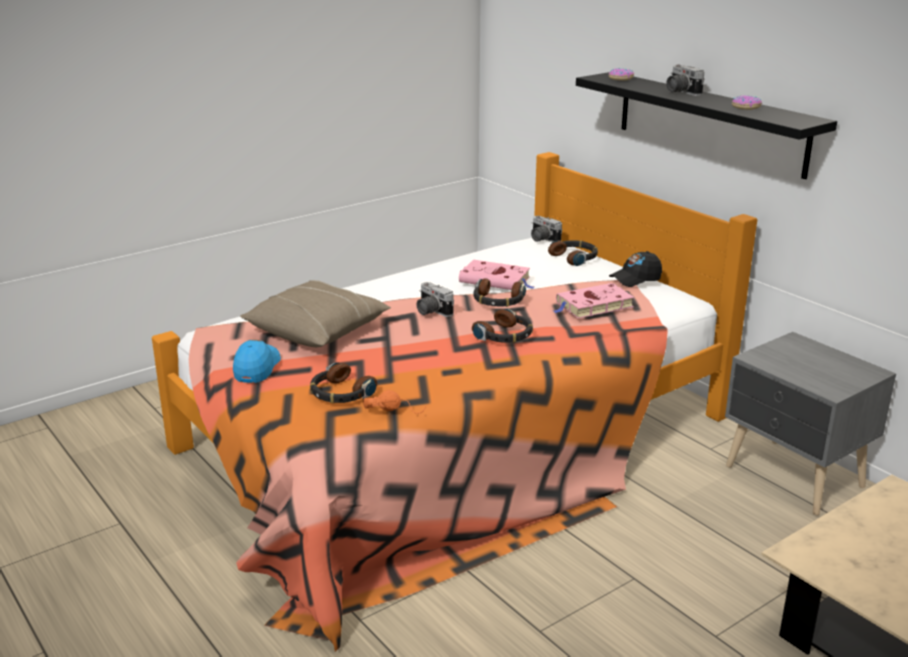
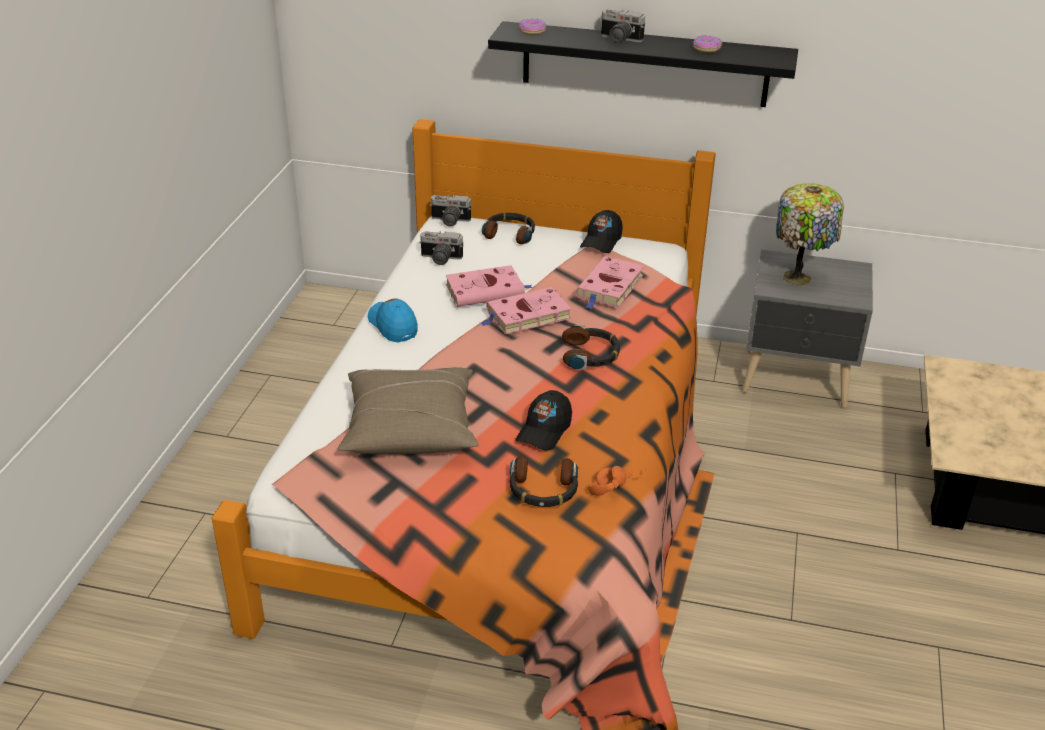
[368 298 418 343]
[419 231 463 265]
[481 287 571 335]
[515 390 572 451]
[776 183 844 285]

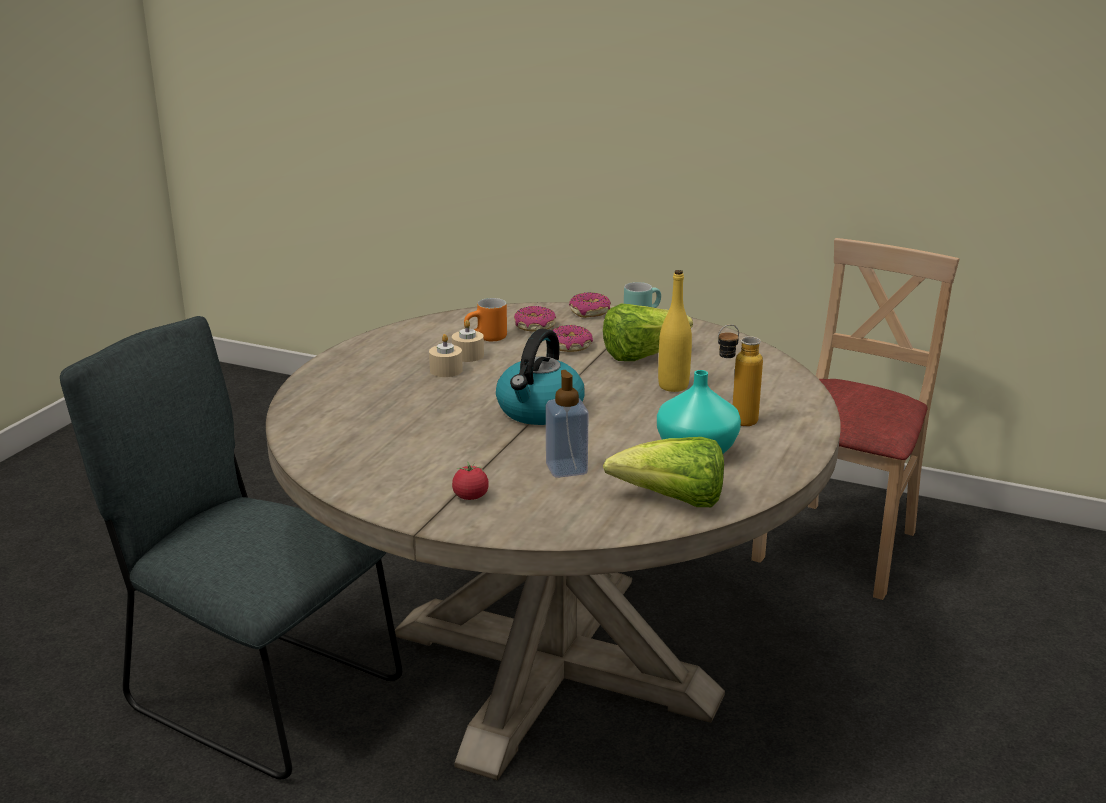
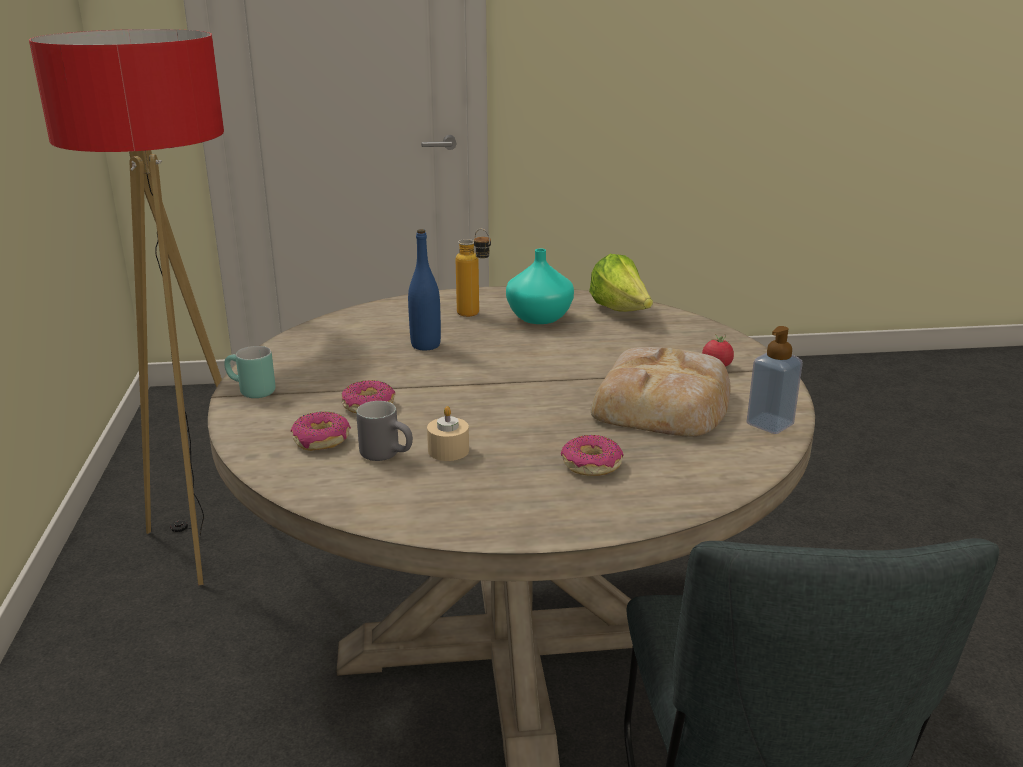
[29 29 224 585]
[356 401 413 461]
[408 229 441 350]
[561 435 624 476]
[591 347 731 437]
[747 326 803 434]
[429 334 463 377] (first image)
[496 329 585 425] (first image)
[603 304 693 361] (first image)

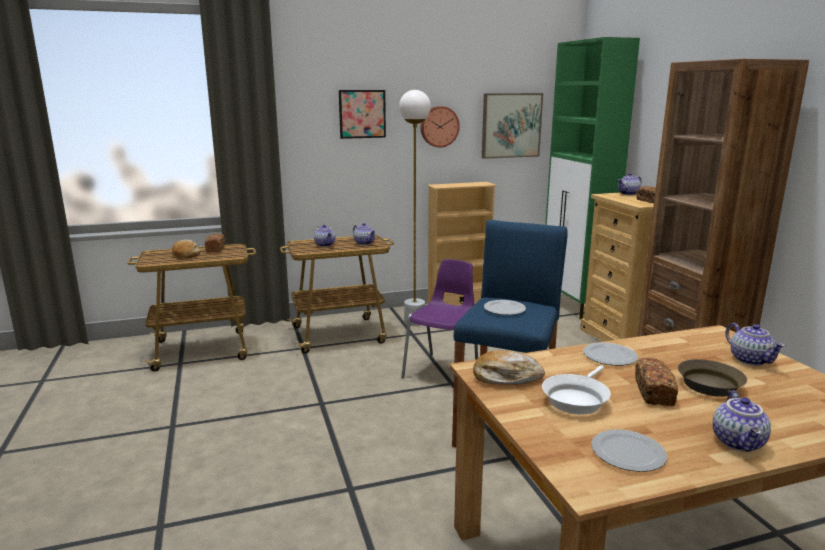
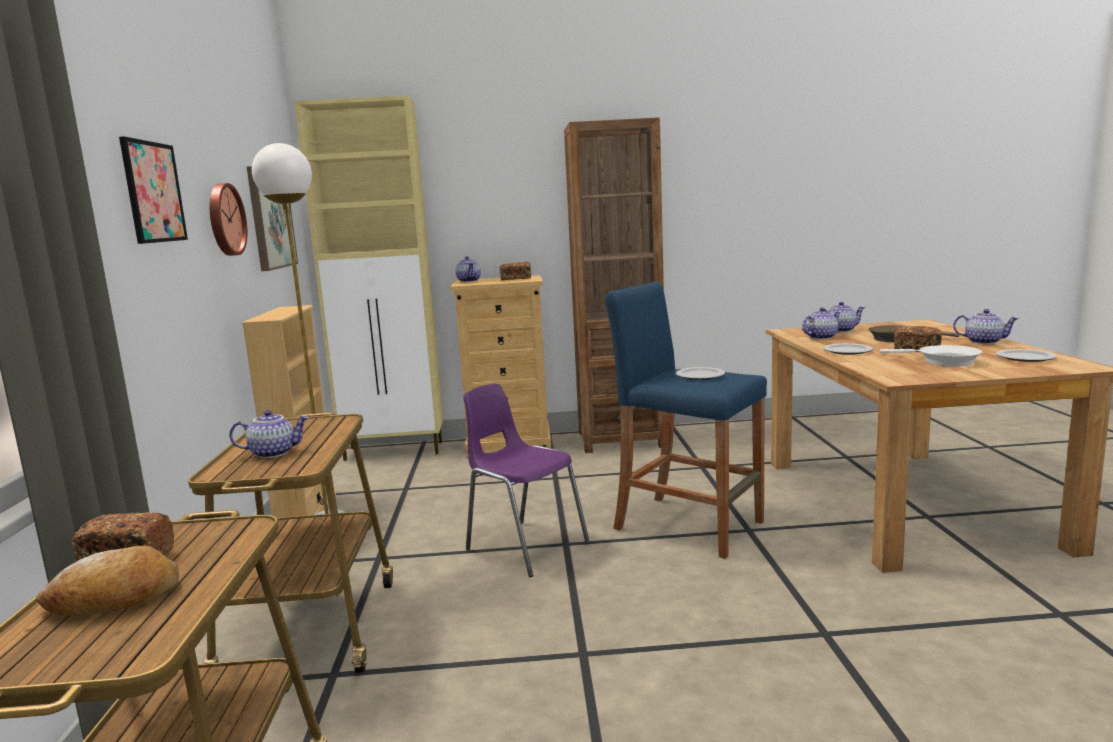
[294 95 443 461]
[802 307 841 339]
[473 350 545 385] (first image)

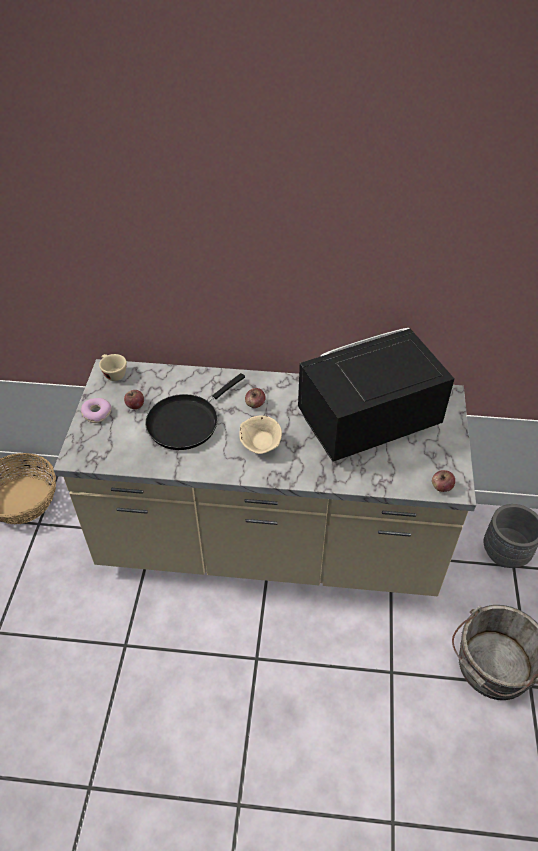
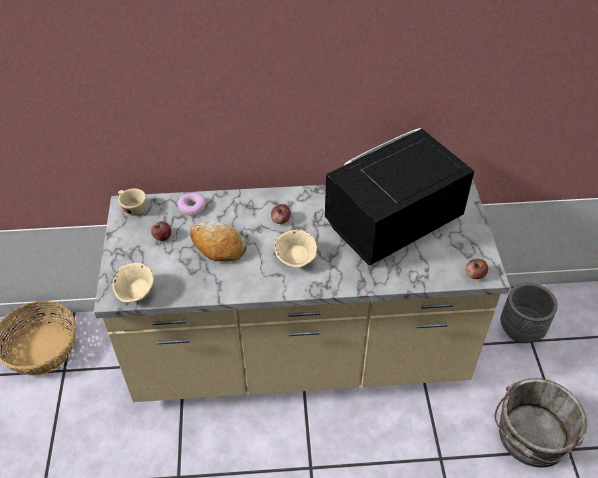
[112 263 154 302]
[177 192 206 216]
[190 221 247 262]

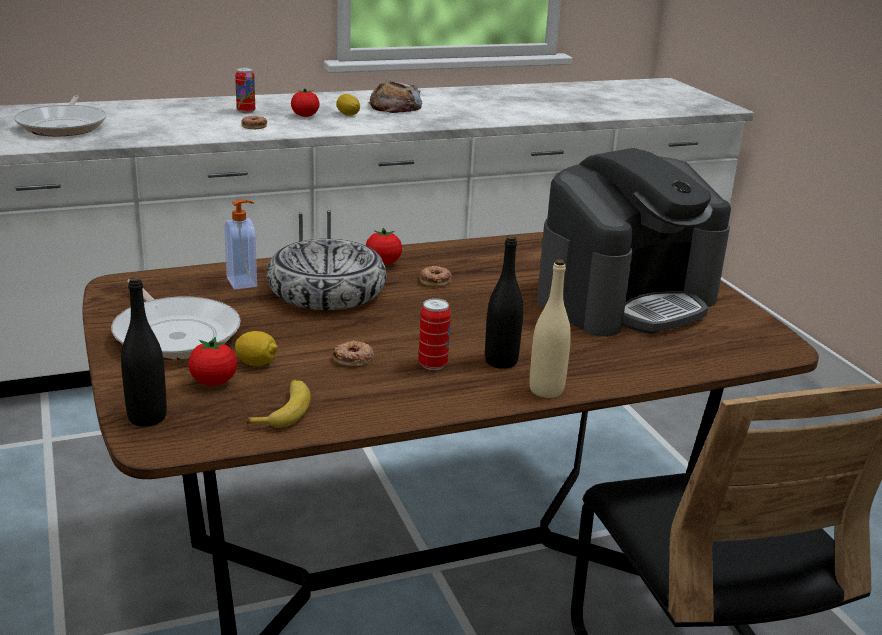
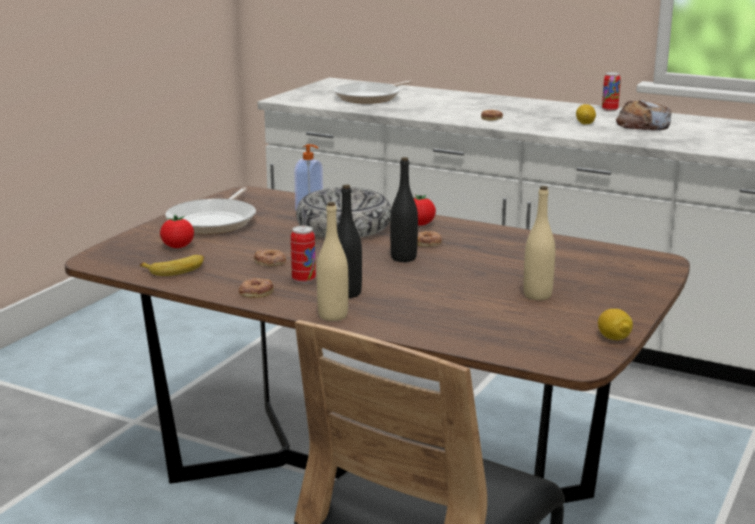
[239 277 274 298]
[390 157 418 262]
[524 186 555 300]
[598 309 633 340]
[602 72 621 112]
[291 88 319 117] (first image)

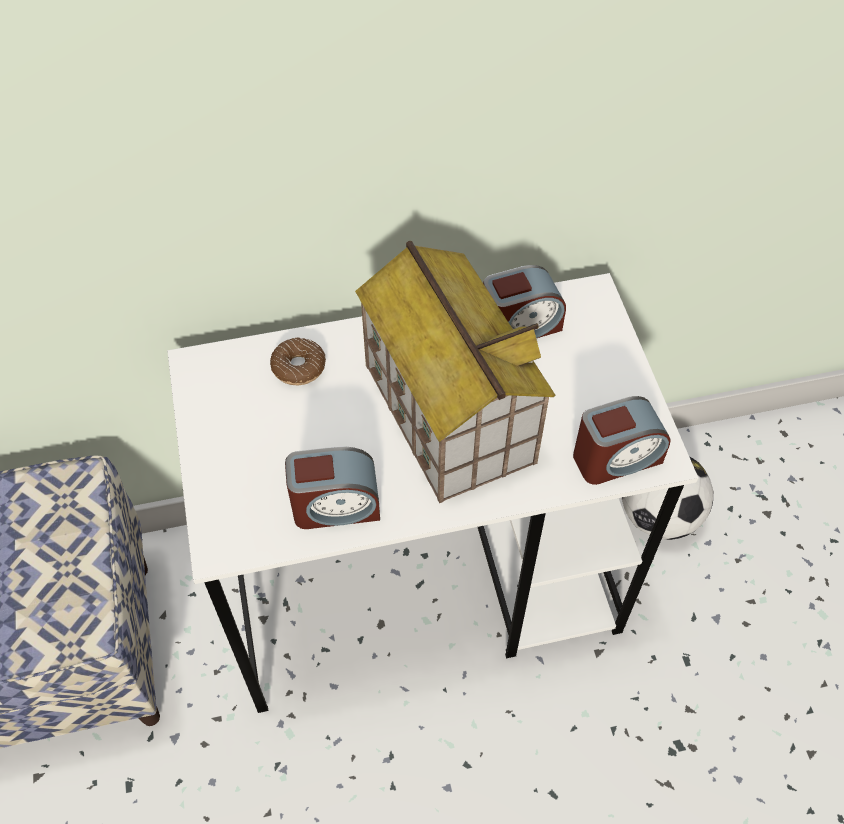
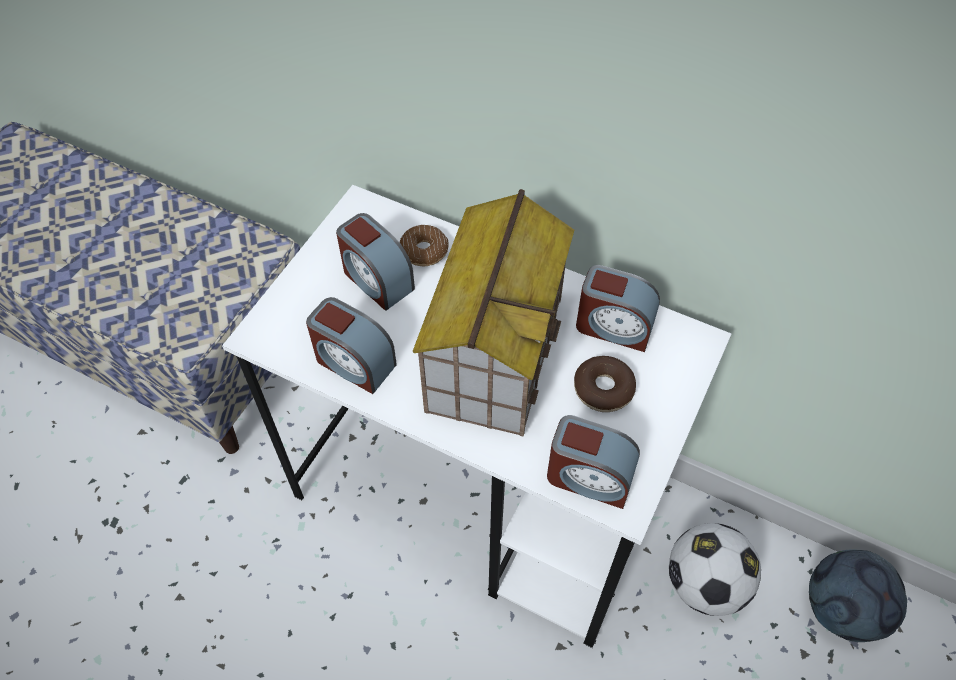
[336 213 415 311]
[574 356 636 412]
[809 550 907 642]

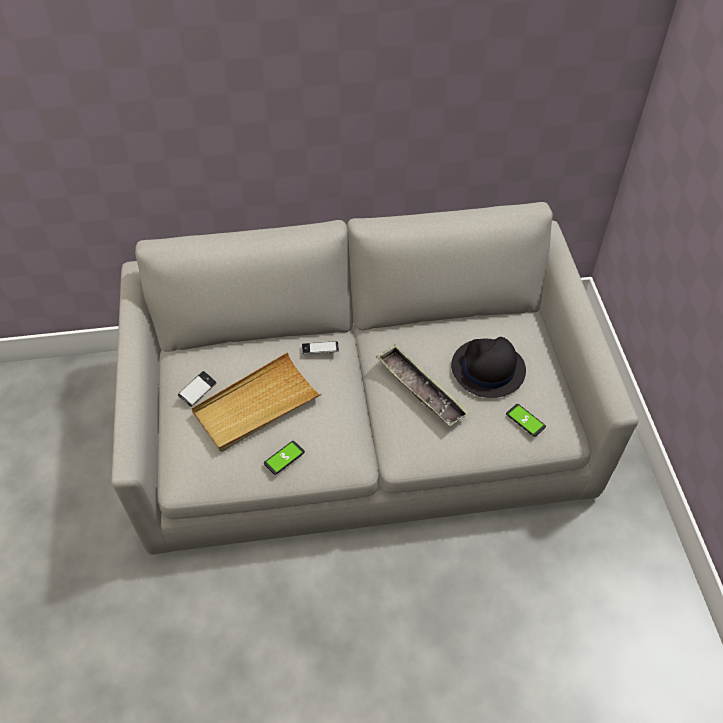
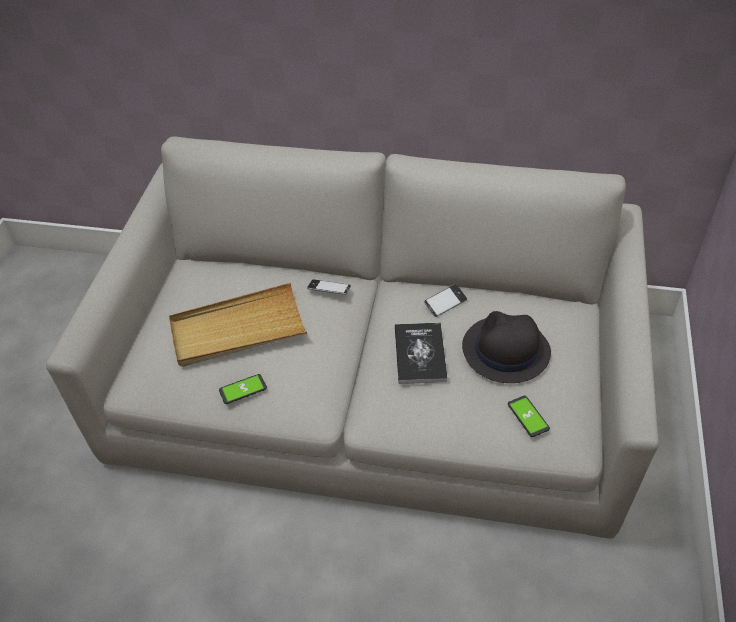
[395 322 448 384]
[424 284 467 317]

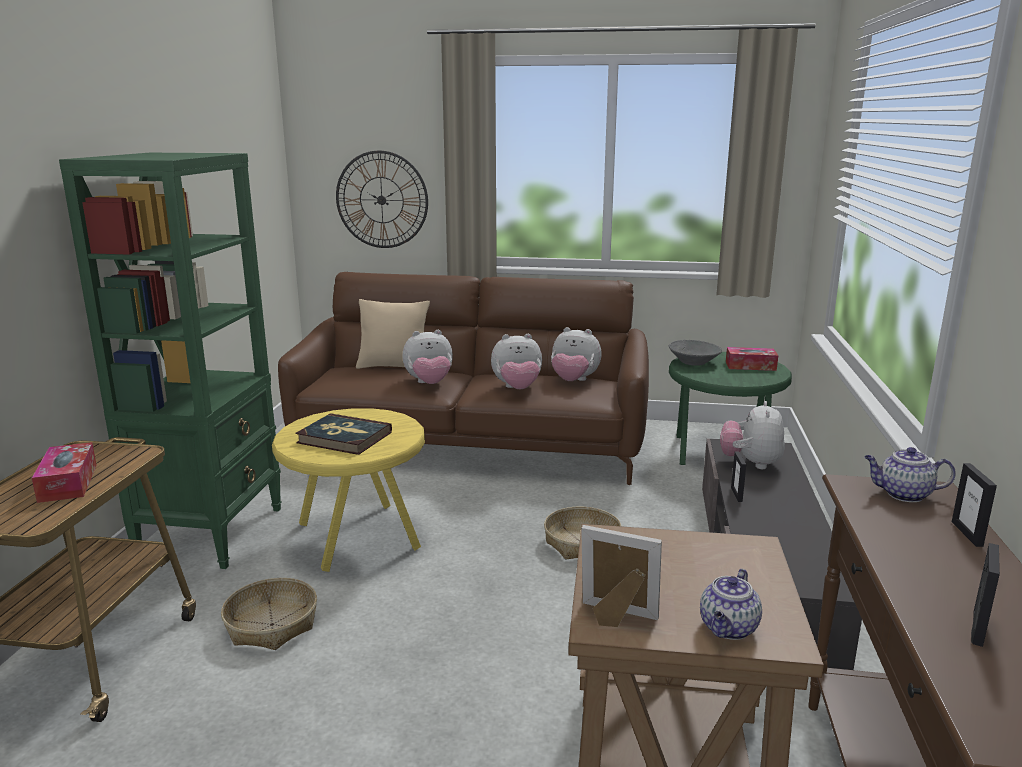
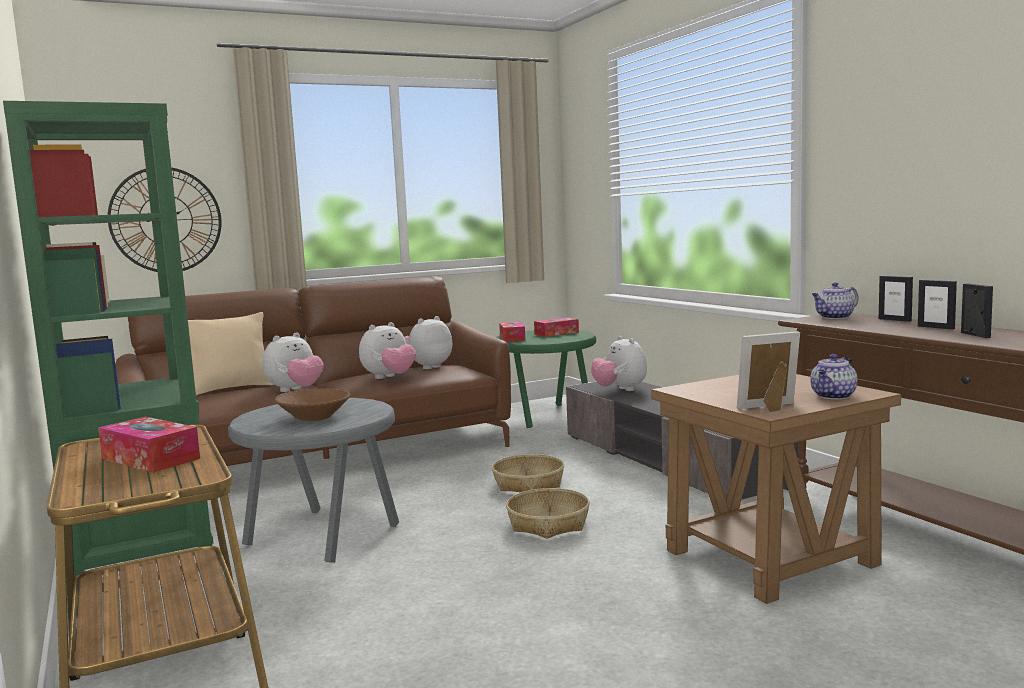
[228 398 399 563]
[275 388 350 421]
[404 316 452 369]
[499 321 526 342]
[506 488 590 539]
[810 354 858 399]
[918 280 957 329]

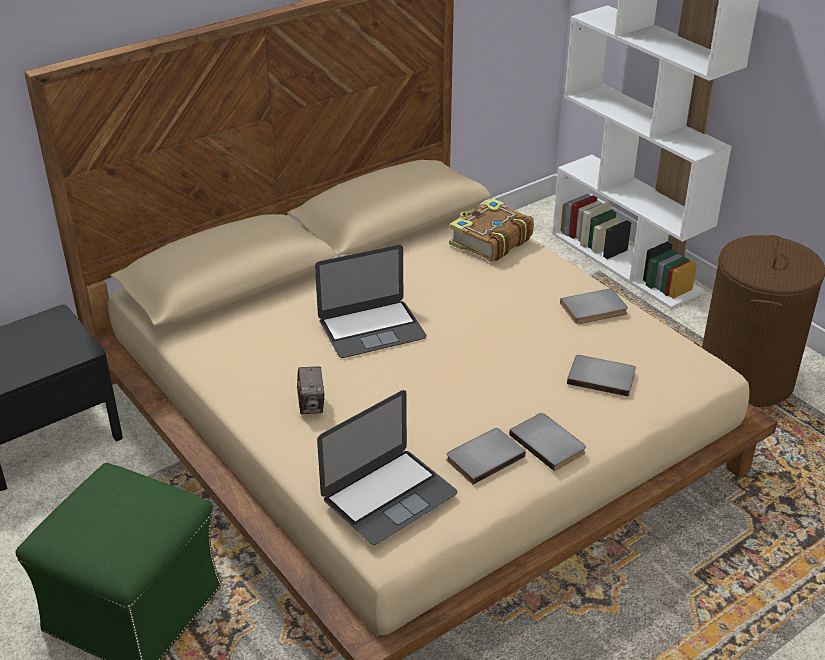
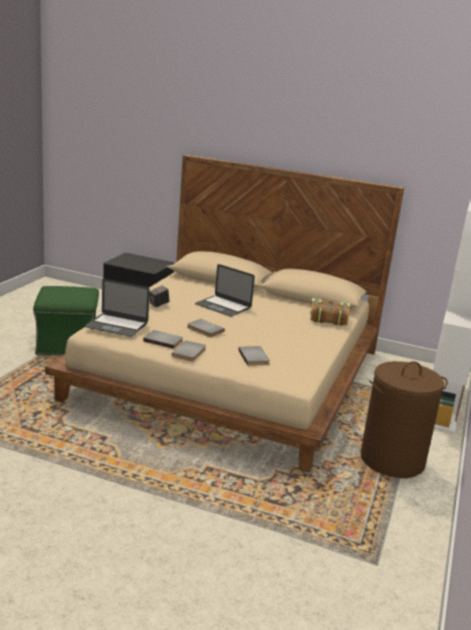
[187 319 225 337]

